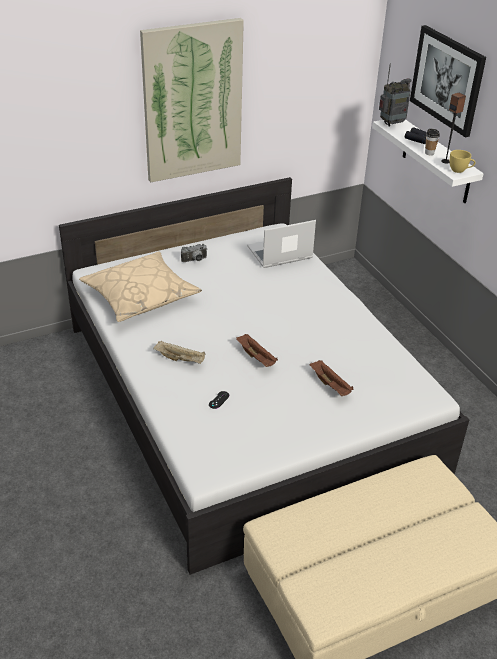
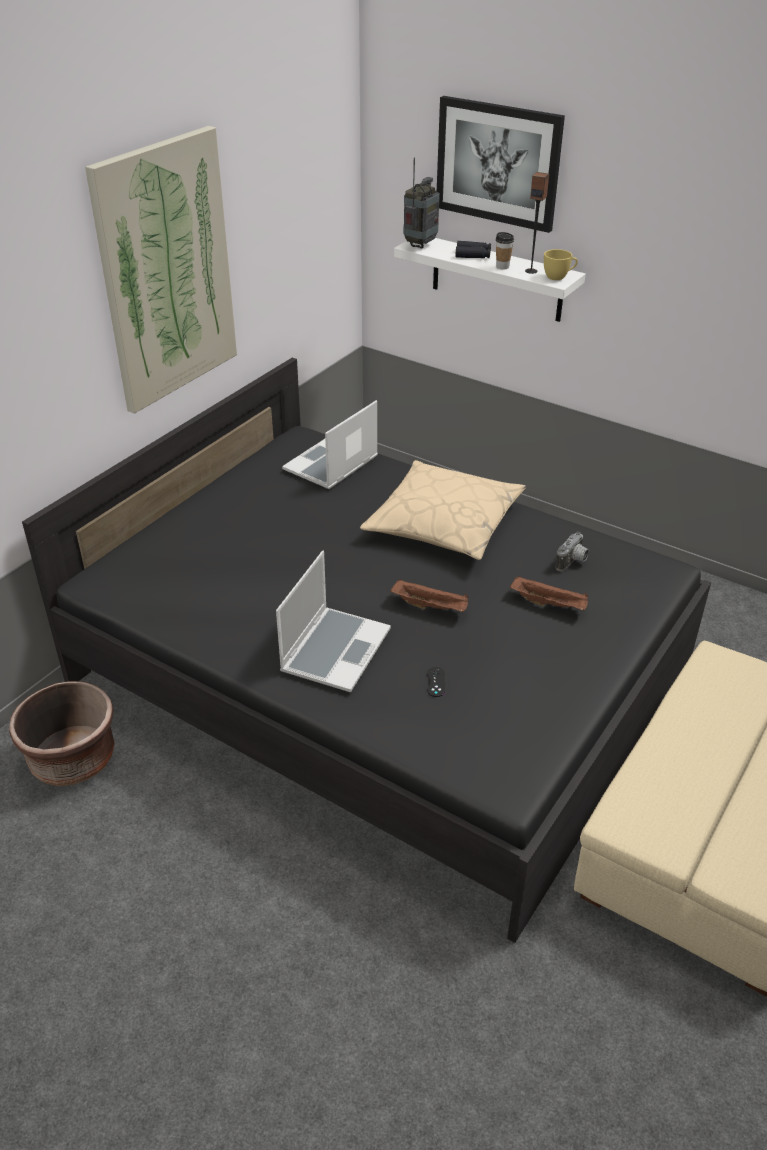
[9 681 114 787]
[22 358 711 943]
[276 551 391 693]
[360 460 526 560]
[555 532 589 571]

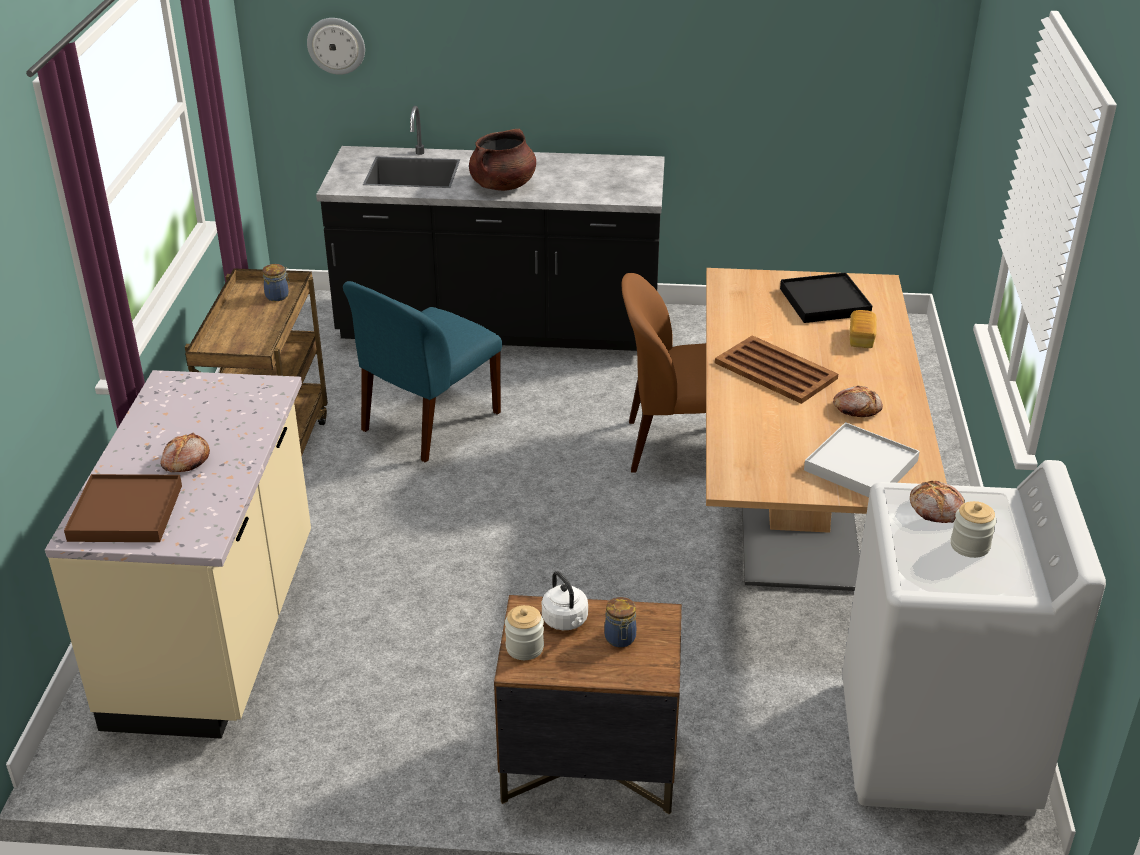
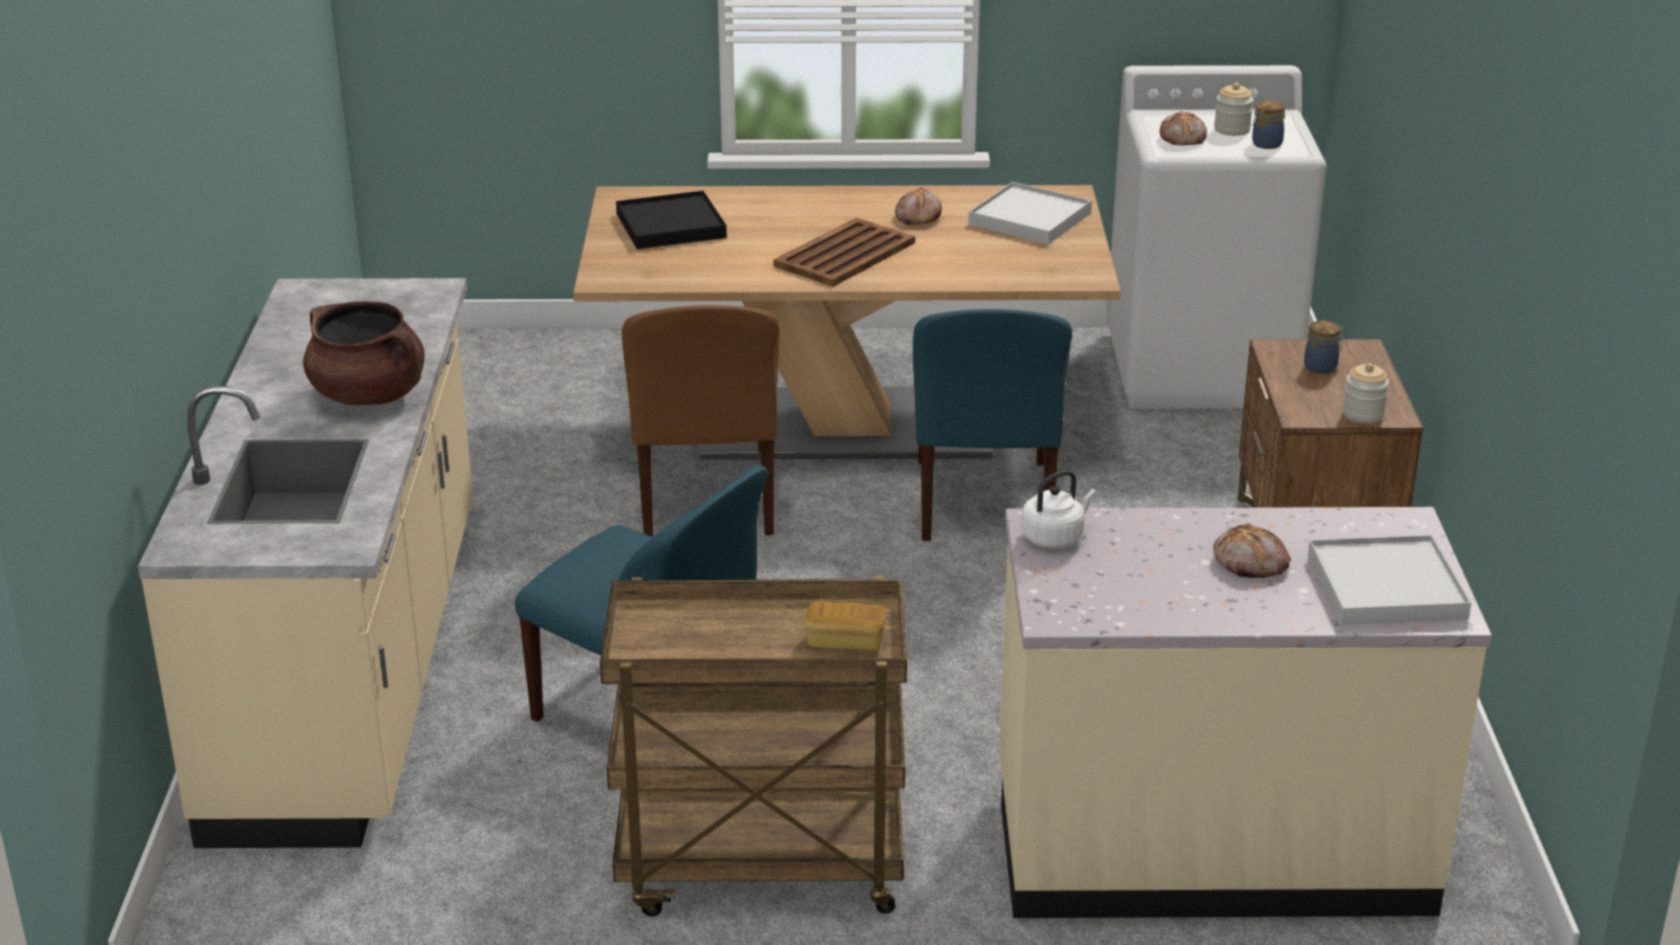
[138 278 473 848]
[805 601 886 651]
[913 309 1072 541]
[1021 470 1096 549]
[1252 101 1285 149]
[1308 535 1471 625]
[307 18 365 75] (first image)

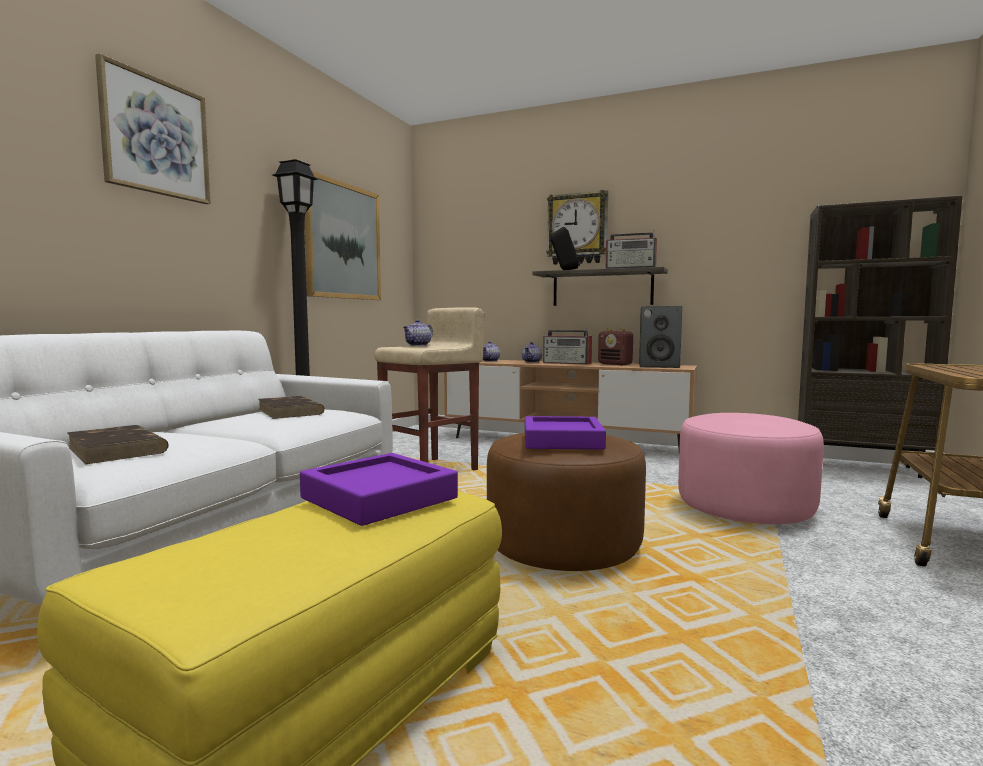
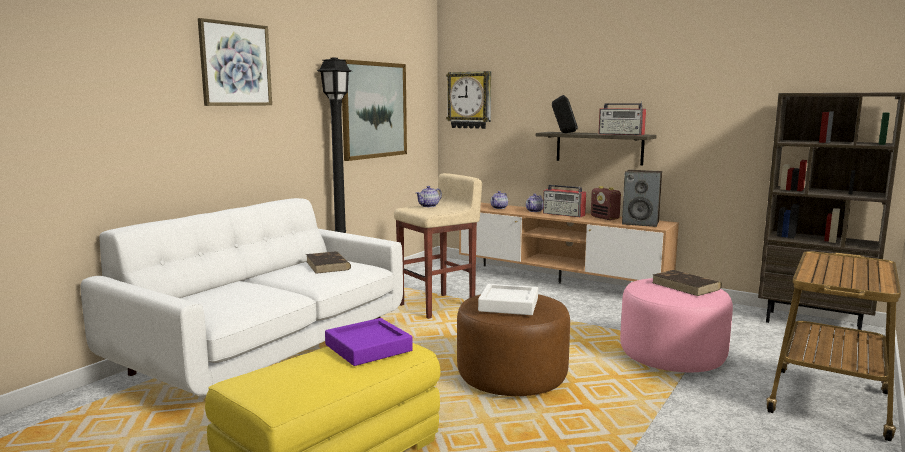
[446 71 491 129]
[478 284 538 315]
[652 270 722 296]

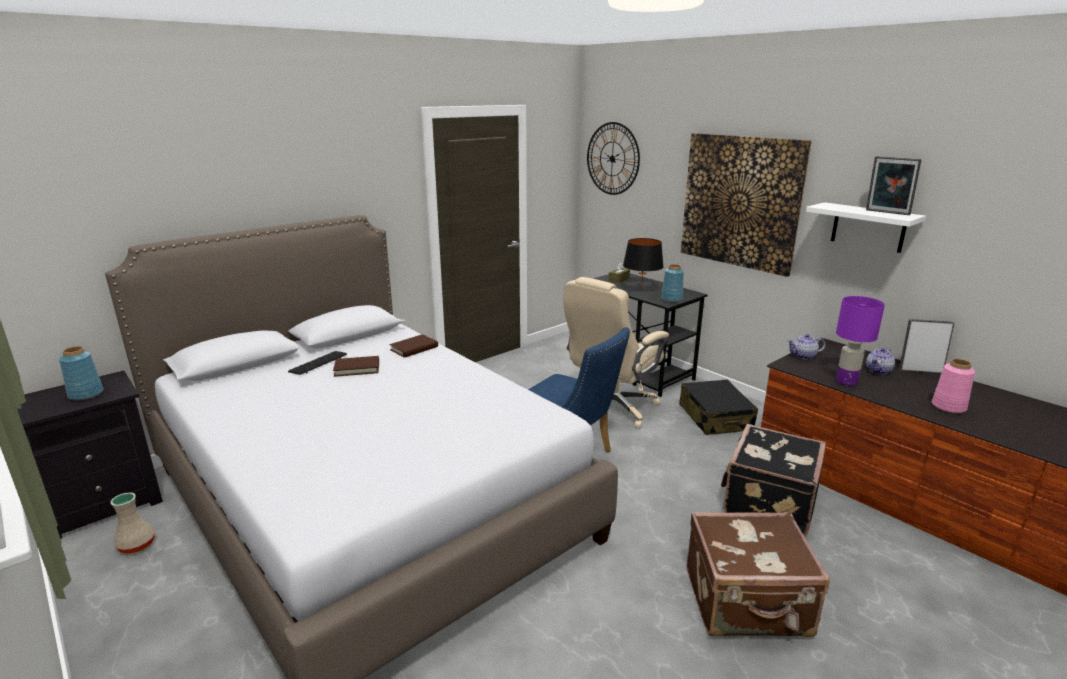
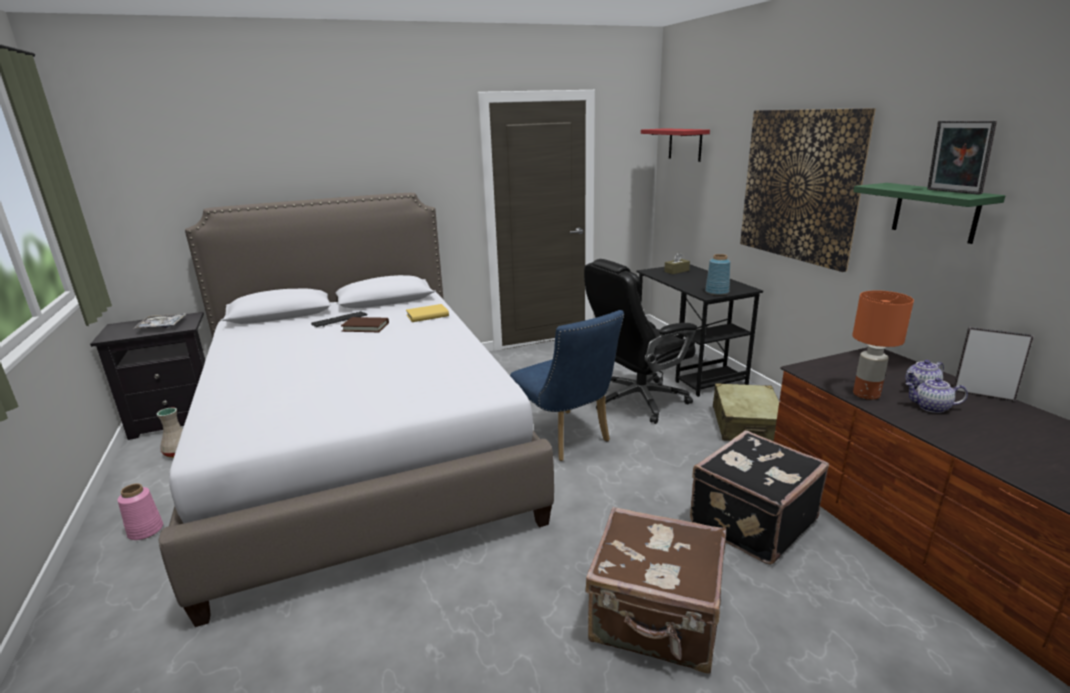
[117 483 163 540]
[133 313 186 329]
[406 304 449 322]
[584 259 697 424]
[641 128 710 162]
[713 383 779 441]
[852 290 914 400]
[853 183 1005 244]
[905 377 968 413]
[623 238 664 291] (first image)

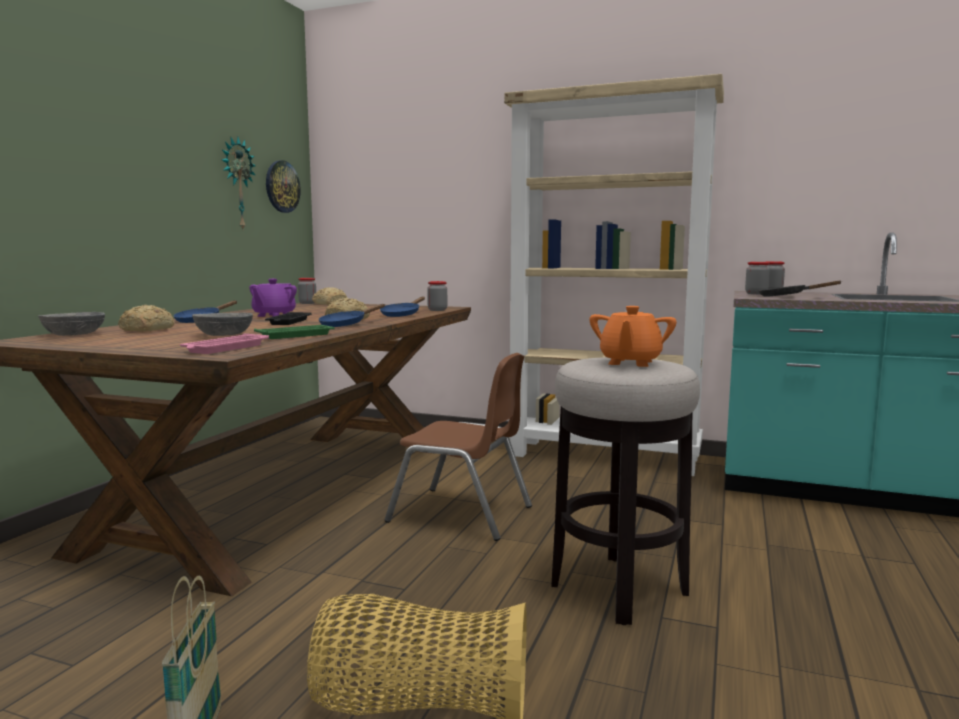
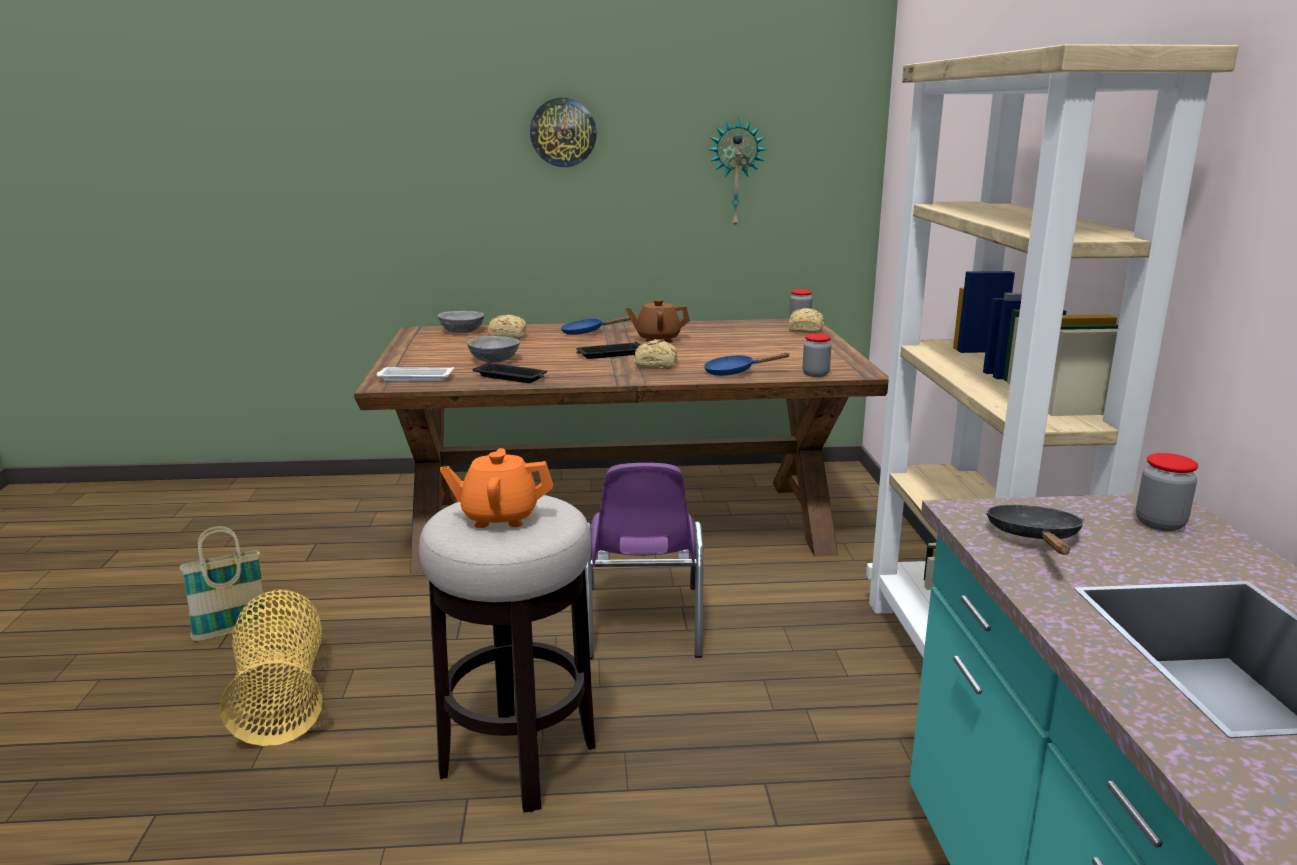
[376 367 454 382]
[473 362 547 383]
[530 98 597 167]
[585 463 704 659]
[625 299 690 343]
[318 304 385 327] (first image)
[745 262 770 294] (first image)

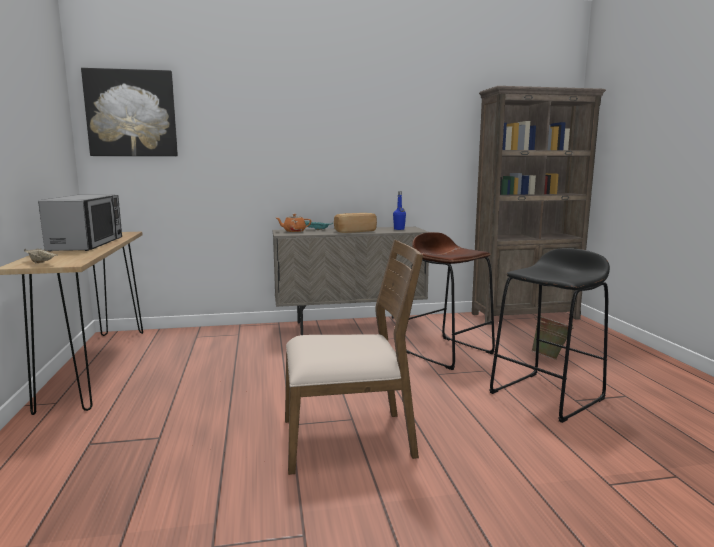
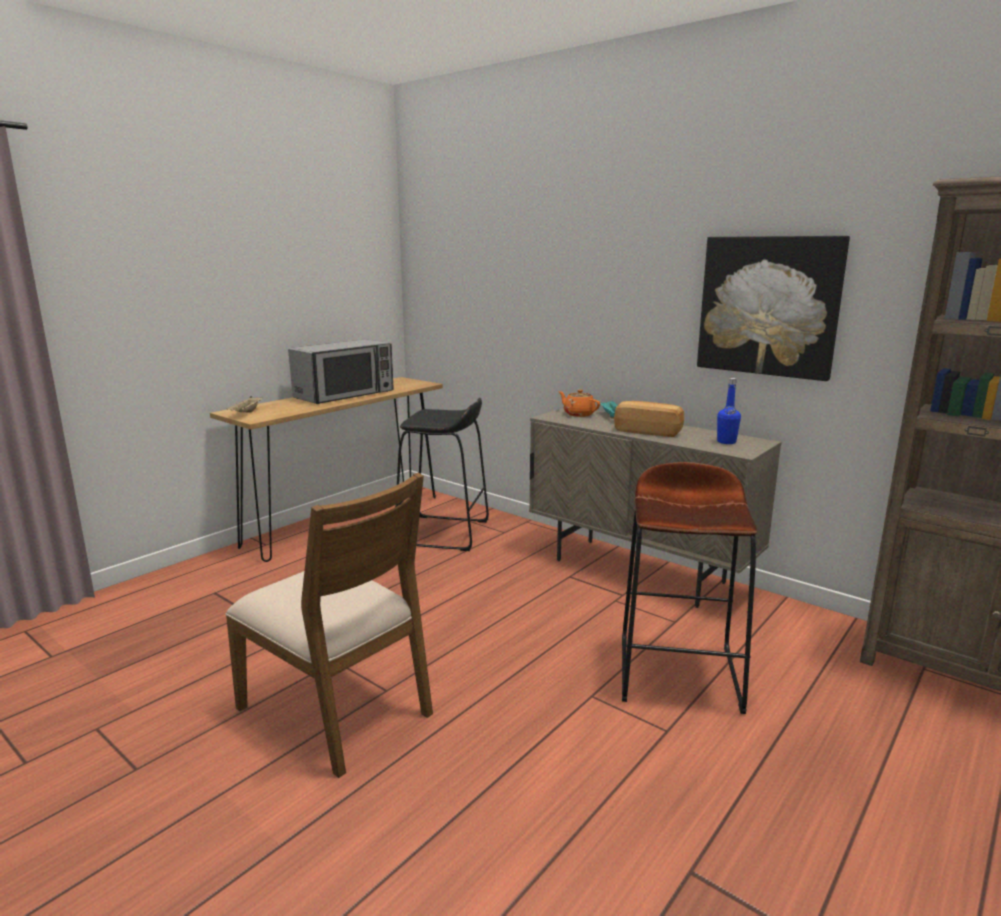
[395 398 489 551]
[697 236 850 381]
[531 315 574 360] (first image)

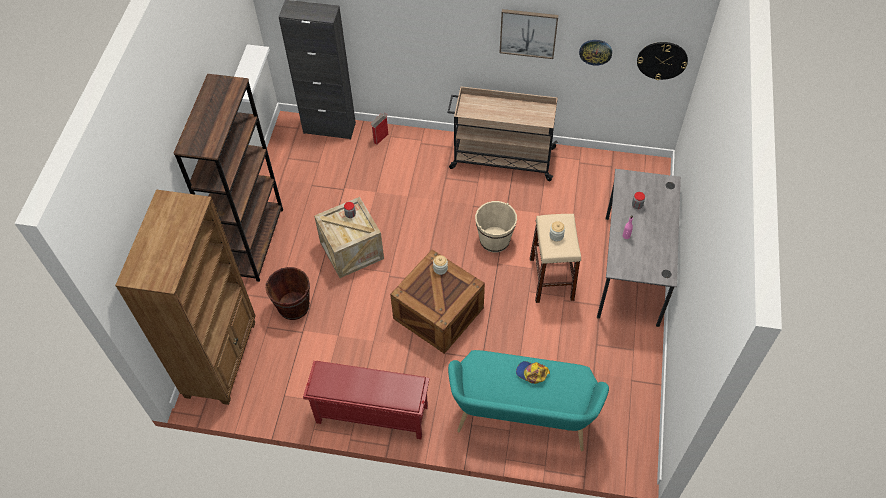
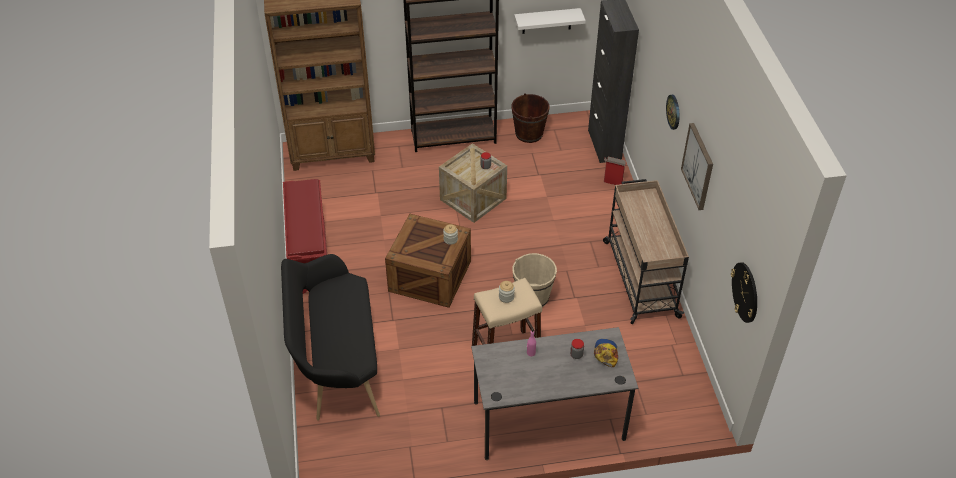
[281 254 380 421]
[512 93 549 143]
[594 339 618 367]
[666 95 680 130]

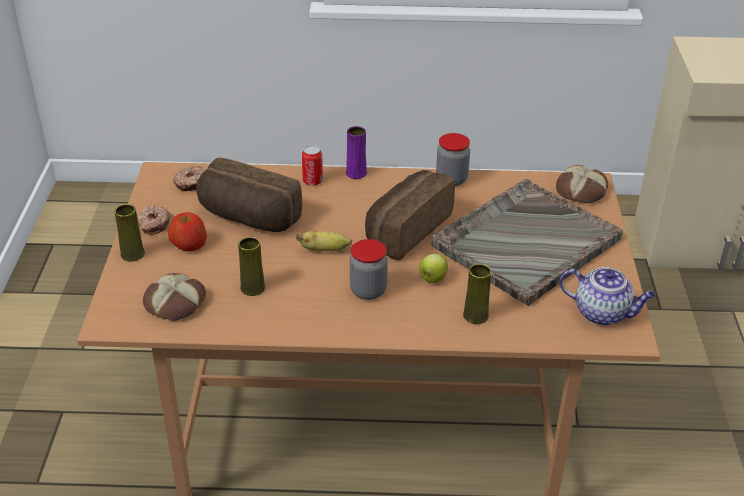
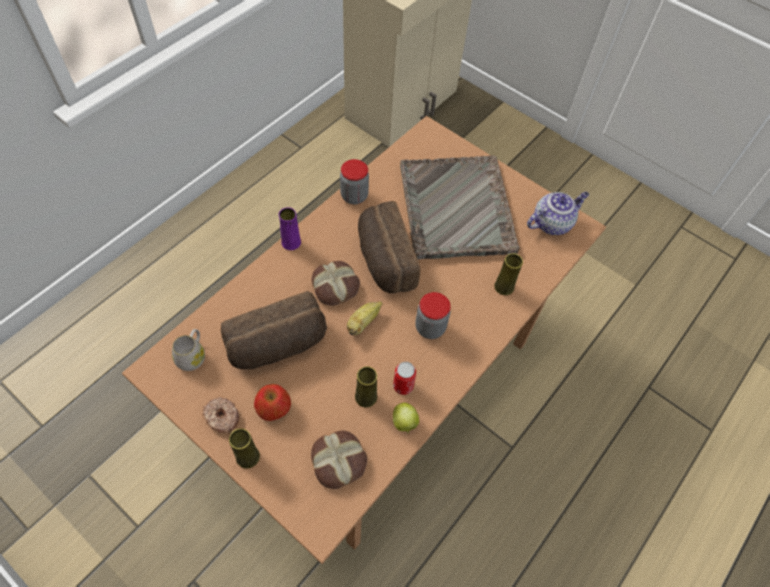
[172 329 205 371]
[312 261 360 306]
[393 362 416 395]
[393 402 419 434]

